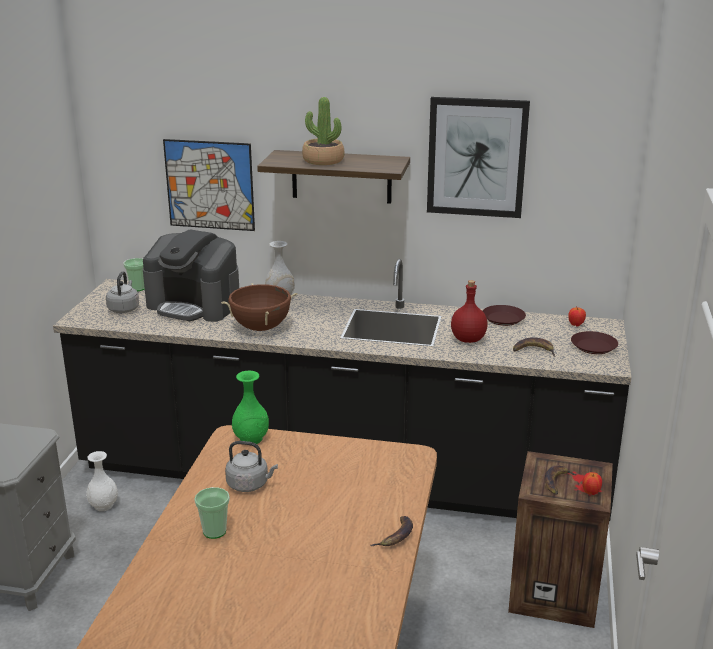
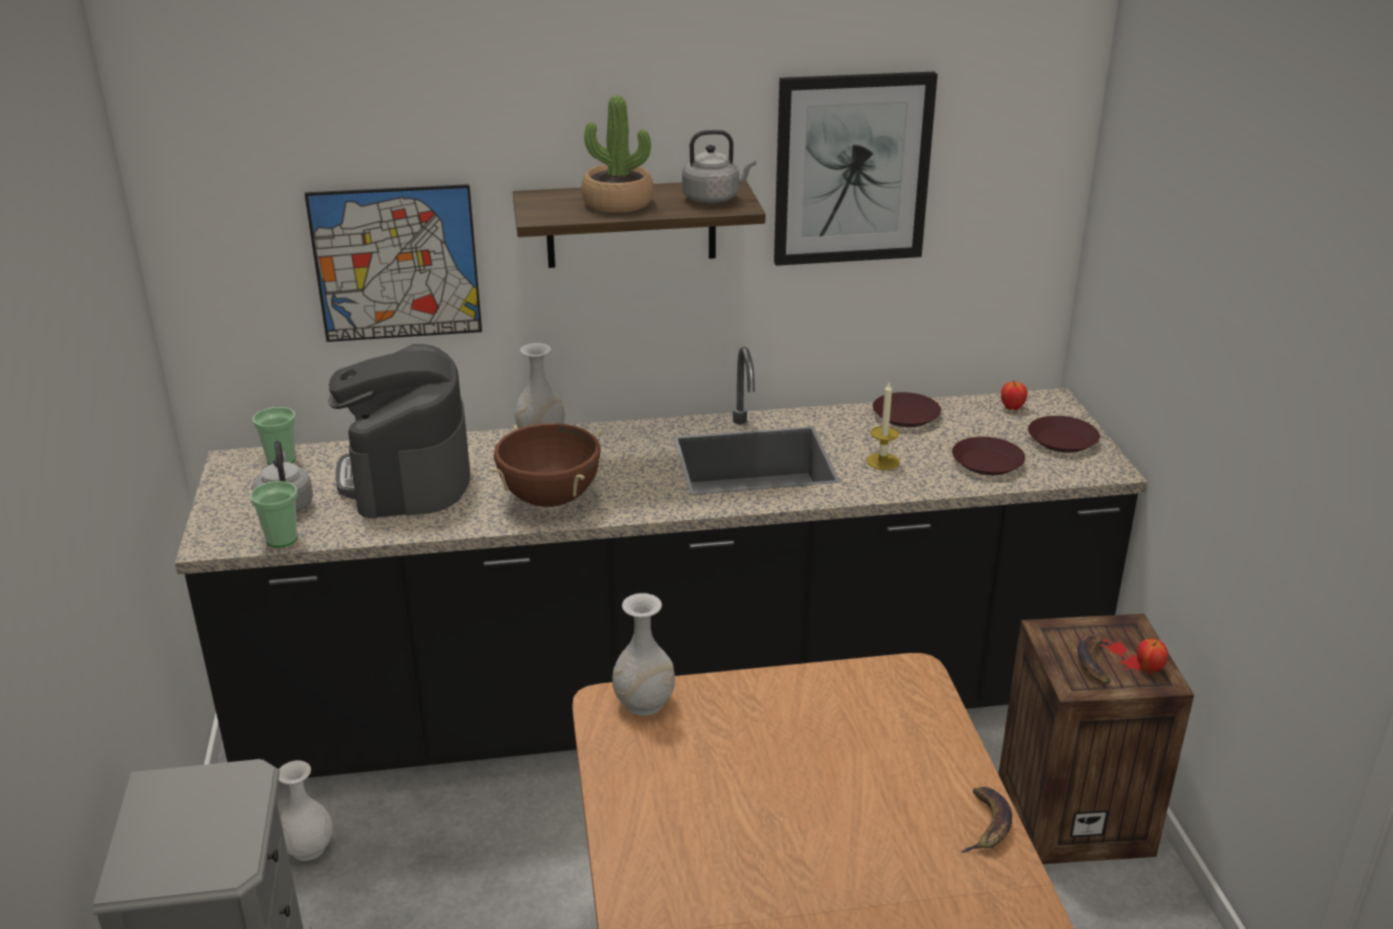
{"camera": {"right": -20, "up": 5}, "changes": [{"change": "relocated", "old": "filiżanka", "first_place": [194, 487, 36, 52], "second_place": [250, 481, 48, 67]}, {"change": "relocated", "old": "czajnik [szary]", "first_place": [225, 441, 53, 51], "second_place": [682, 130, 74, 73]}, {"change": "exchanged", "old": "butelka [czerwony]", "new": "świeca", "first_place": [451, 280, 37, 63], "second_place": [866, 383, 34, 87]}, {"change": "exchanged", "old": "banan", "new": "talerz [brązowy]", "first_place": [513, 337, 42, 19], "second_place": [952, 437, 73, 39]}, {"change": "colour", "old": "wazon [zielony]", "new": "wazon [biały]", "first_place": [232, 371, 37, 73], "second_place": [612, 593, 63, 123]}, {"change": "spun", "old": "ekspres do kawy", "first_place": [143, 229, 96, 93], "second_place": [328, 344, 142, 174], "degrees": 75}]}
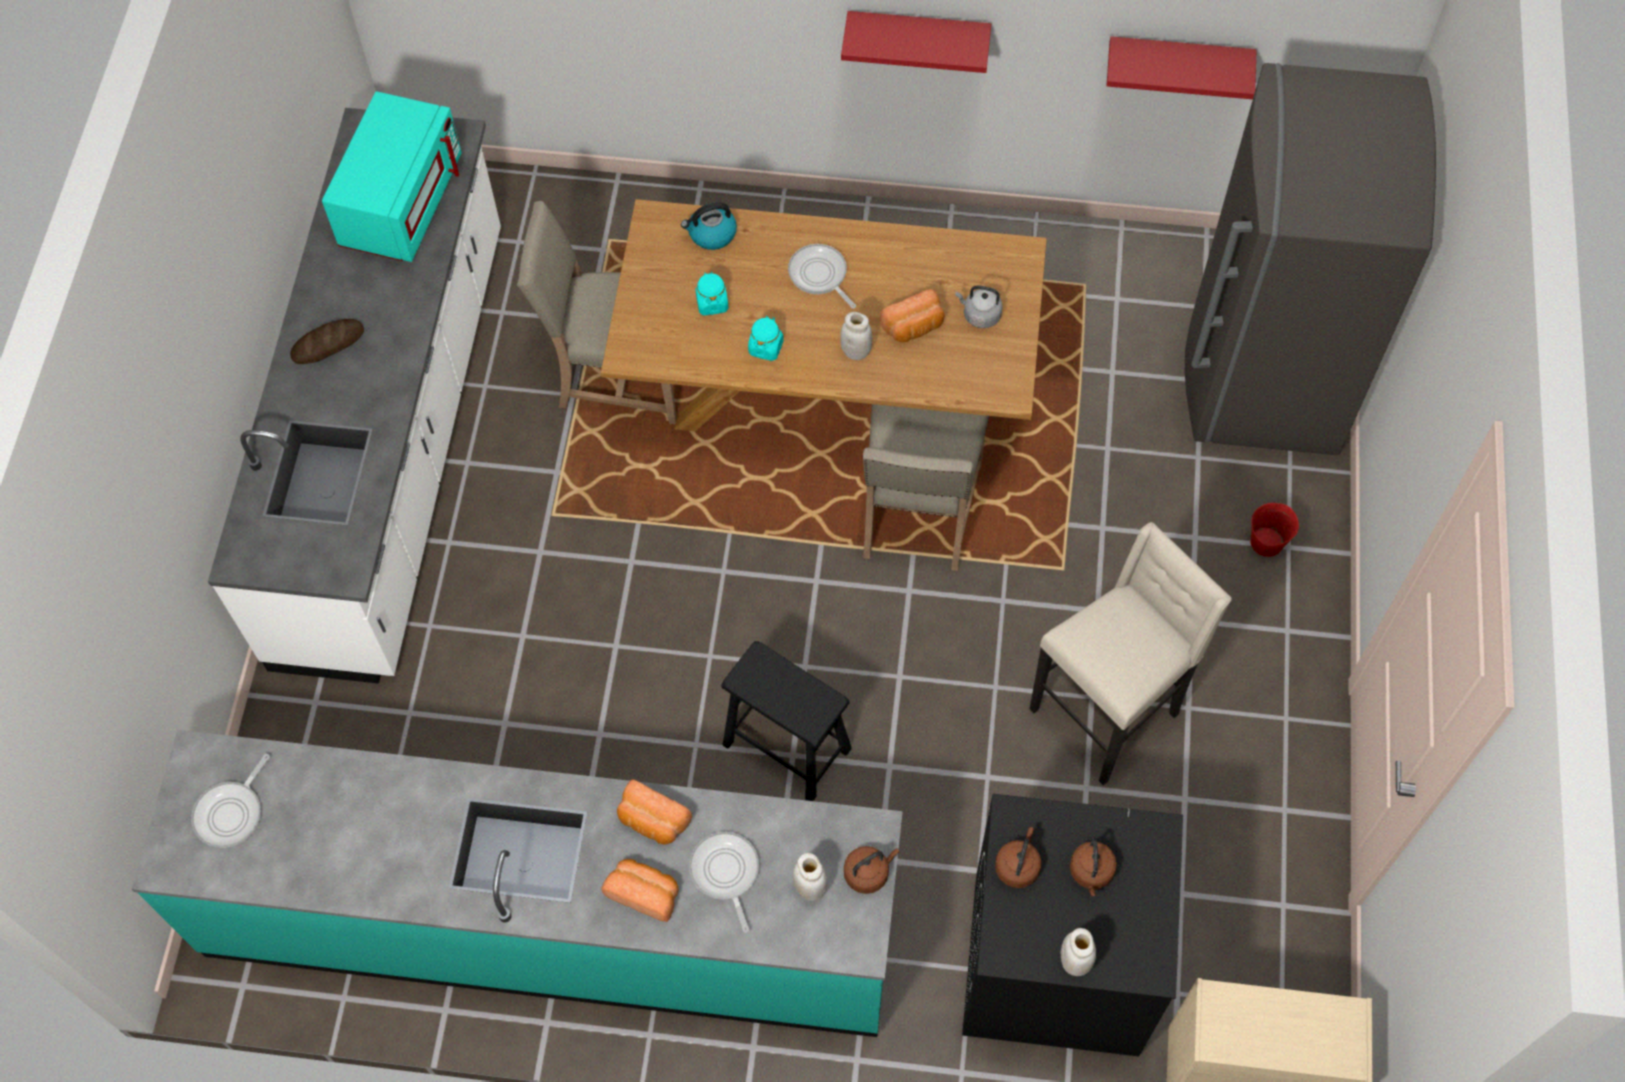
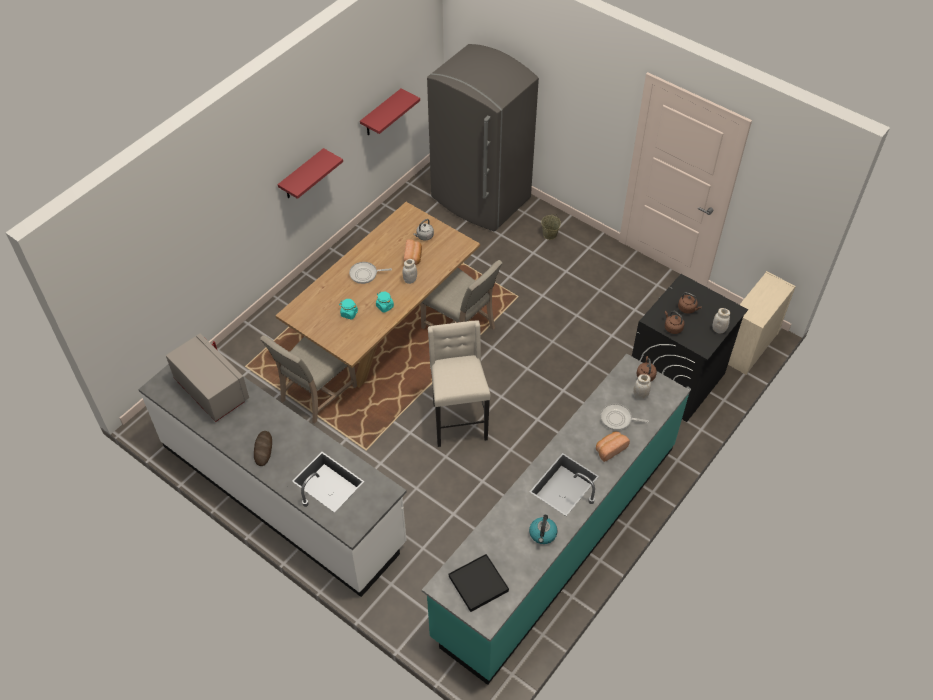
{"camera": {"right": -60, "up": -10}, "changes": [{"change": "missing", "old": "chleb", "first_place": [617, 780, 75, 65]}, {"change": "missing", "old": "stołek [czarny]", "first_place": [721, 641, 131, 160]}, {"change": "relocated", "old": "czajnik", "first_place": [681, 202, 56, 48], "second_place": [529, 514, 28, 30]}, {"change": "relocated", "old": "stołek [beżowy]", "first_place": [1030, 522, 202, 264], "second_place": [428, 320, 62, 127]}, {"change": "exchanged", "old": "patelnia", "new": "taca [czarny]", "first_place": [191, 754, 79, 94], "second_place": [449, 554, 60, 58]}, {"change": "colour", "old": "mikrofalówka [turkusowy]", "new": "mikrofalówka [szary]", "first_place": [322, 91, 140, 171], "second_place": [166, 333, 83, 89]}, {"change": "colour", "old": "wiadro [czerwony]", "new": "wiadro [beżowy]", "first_place": [1250, 503, 49, 54], "second_place": [541, 214, 20, 26]}]}
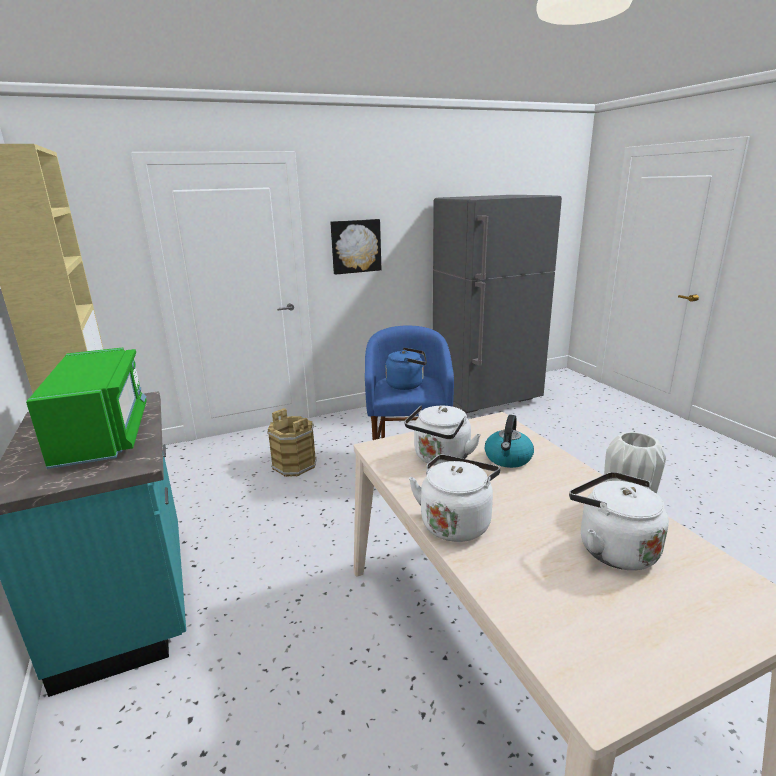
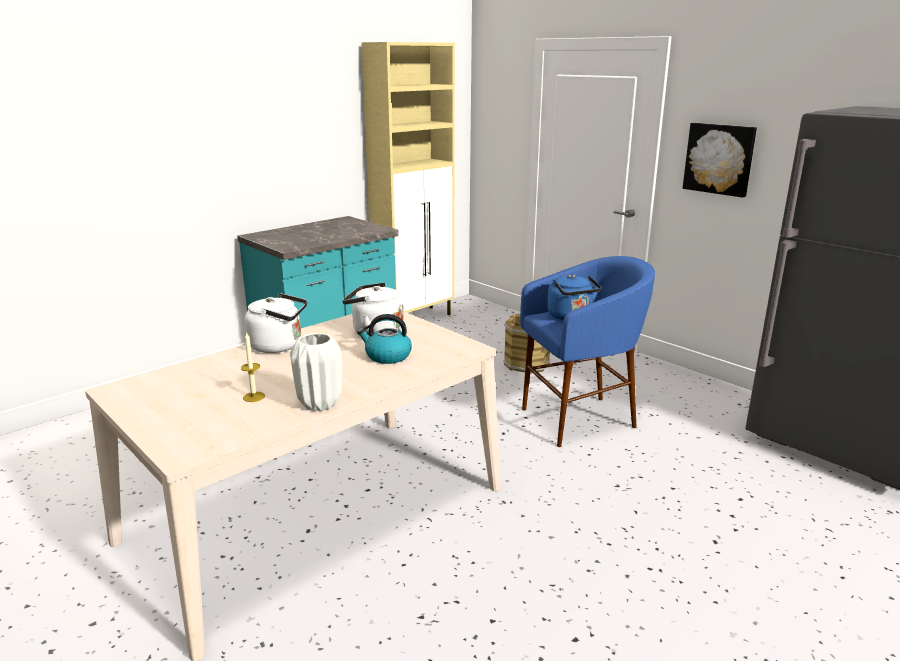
{"camera": {"right": 70, "up": 0}, "changes": [{"change": "missing", "old": "mikrofalówka [zielony]", "first_place": [26, 348, 121, 121]}, {"change": "exchanged", "old": "czajnik [biały]", "new": "świeca", "first_place": [569, 472, 100, 98], "second_place": [241, 332, 24, 70]}]}
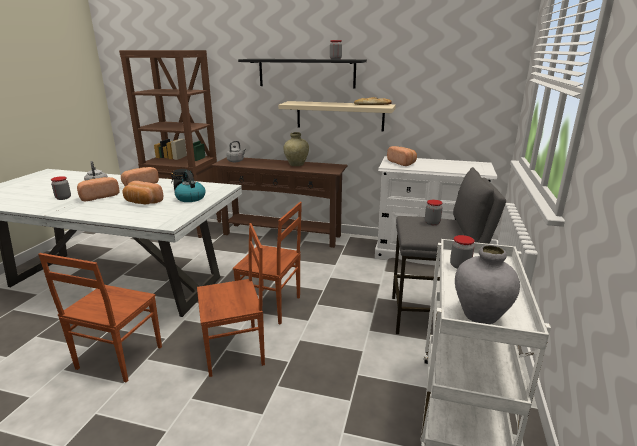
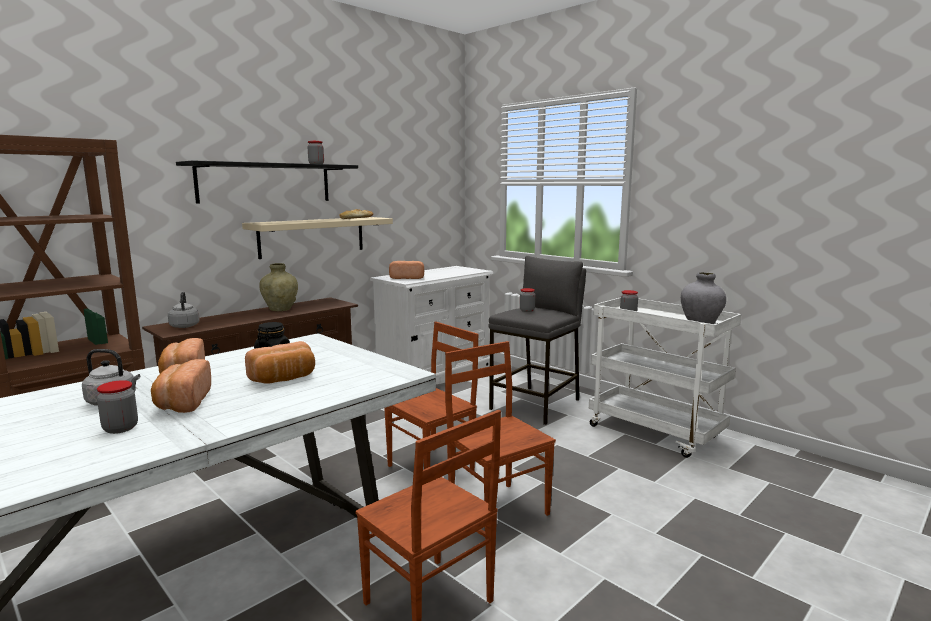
{"camera": {"right": -60, "up": -10}, "changes": [{"change": "missing", "old": "czajnik", "first_place": [174, 171, 31, 31]}, {"change": "spun", "old": "krzesło [brązowy]", "first_place": [197, 223, 68, 154], "second_place": [445, 341, 111, 175], "degrees": -45}]}
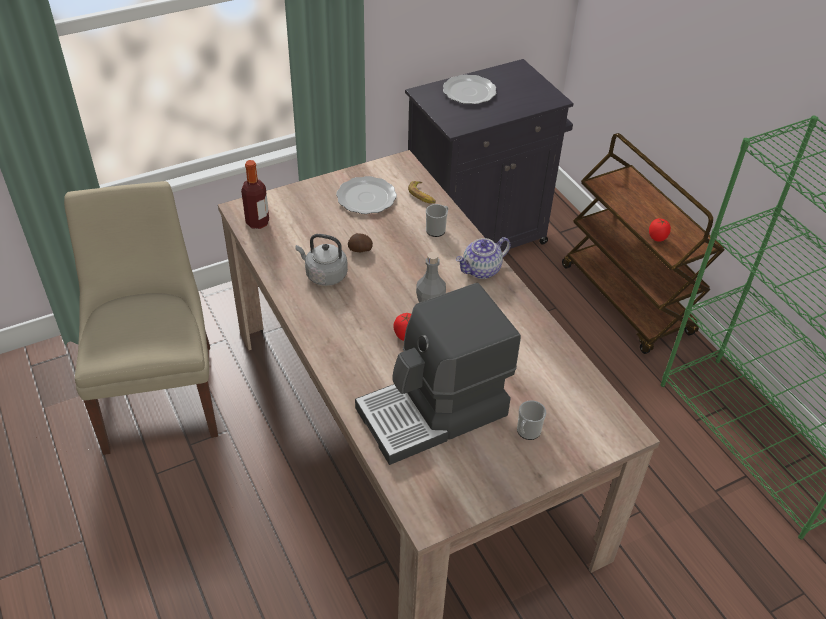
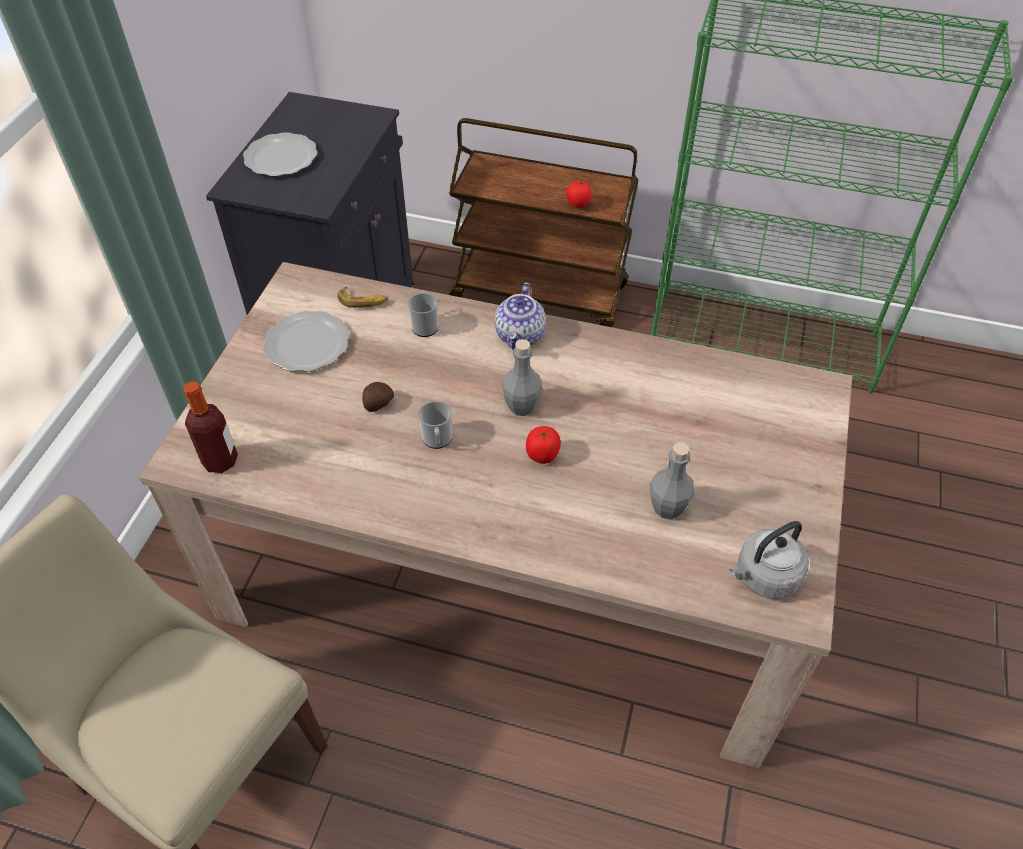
{"camera": {"right": -45, "up": 5}, "changes": [{"change": "relocated", "old": "czajnik [szary]", "first_place": [295, 234, 53, 52], "second_place": [729, 521, 80, 77]}, {"change": "relocated", "old": "kubek", "first_place": [517, 400, 29, 40], "second_place": [418, 401, 34, 48]}, {"change": "exchanged", "old": "ekspres do kawy", "new": "butelka [szary]", "first_place": [355, 283, 166, 182], "second_place": [650, 442, 45, 78]}]}
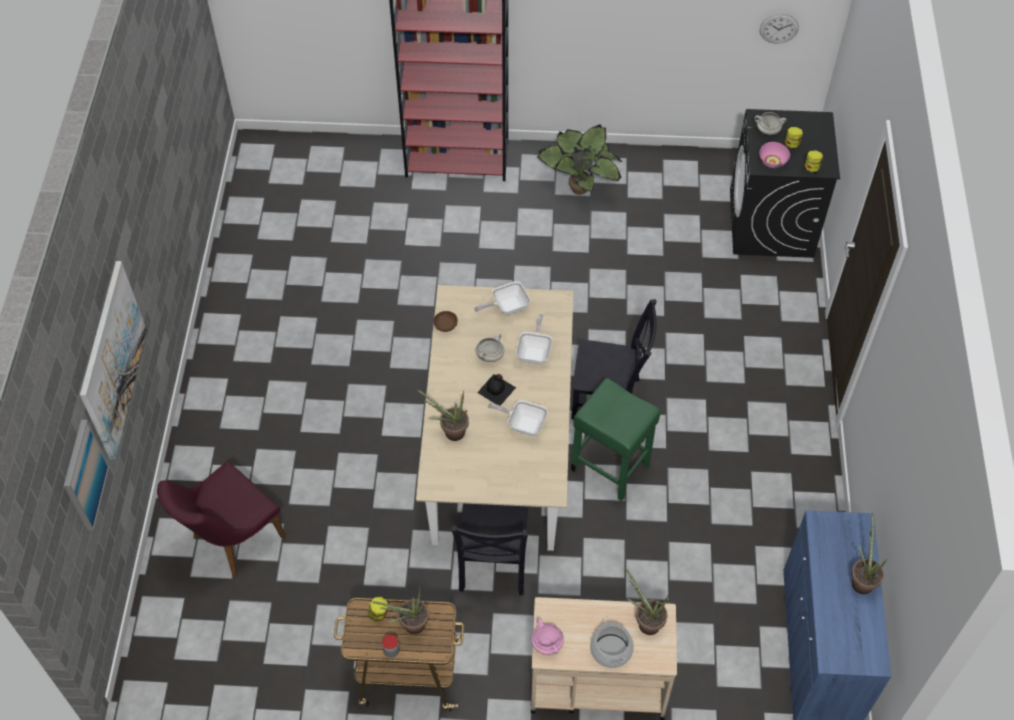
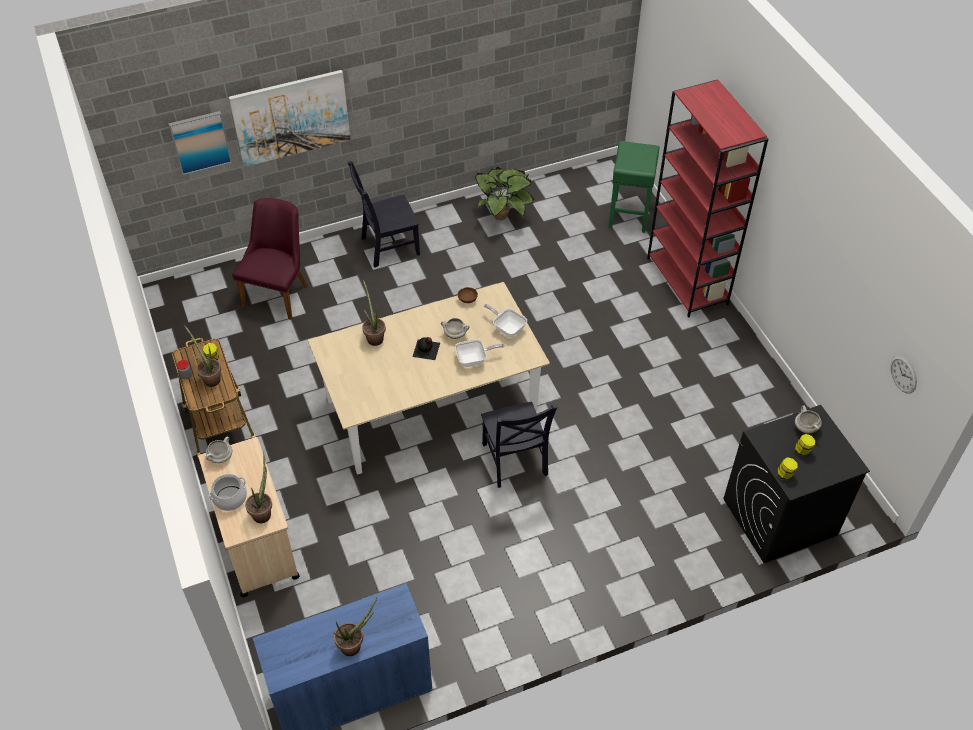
{"camera": {"right": 65, "up": -5}, "changes": [{"change": "missing", "old": "patelnia", "first_place": [488, 400, 60, 36]}, {"change": "missing", "old": "miska [różowy]", "first_place": [759, 142, 31, 26]}, {"change": "relocated", "old": "krzesło [czarny]", "first_place": [451, 504, 77, 92], "second_place": [348, 161, 72, 106]}, {"change": "relocated", "old": "roślina doniczkowa", "first_place": [537, 124, 85, 71], "second_place": [475, 167, 60, 53]}, {"change": "relocated", "old": "stołek [zielony]", "first_place": [571, 378, 90, 123], "second_place": [609, 141, 51, 92]}, {"change": "colour", "old": "garnek [różowy]", "new": "garnek [biały]", "first_place": [531, 619, 33, 36], "second_place": [205, 436, 27, 27]}, {"change": "spun", "old": "krzesło [fioletowy]", "first_place": [157, 461, 129, 115], "second_place": [232, 198, 75, 122], "degrees": 90}]}
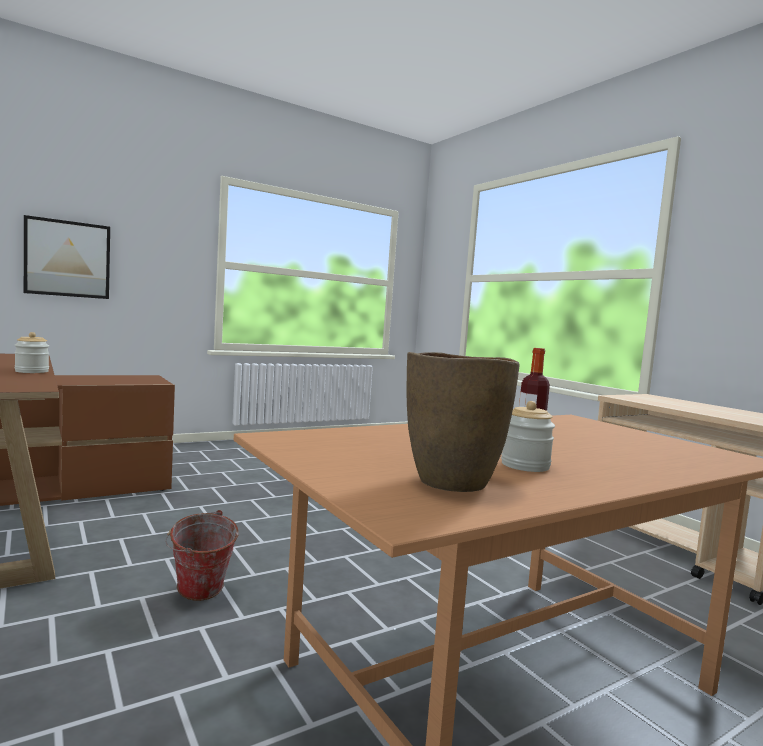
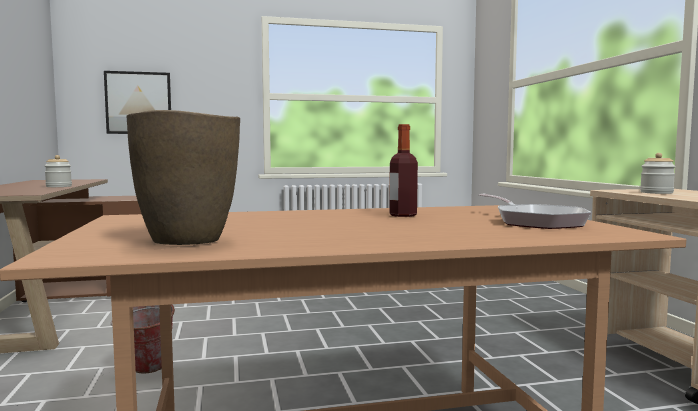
{"camera": {"right": 20, "up": 0}, "changes": [{"change": "appeared", "new": "patelnia", "second_place": [479, 194, 112, 35]}, {"change": "relocated", "old": "słoik", "first_place": [501, 401, 54, 71], "second_place": [640, 153, 36, 41]}]}
